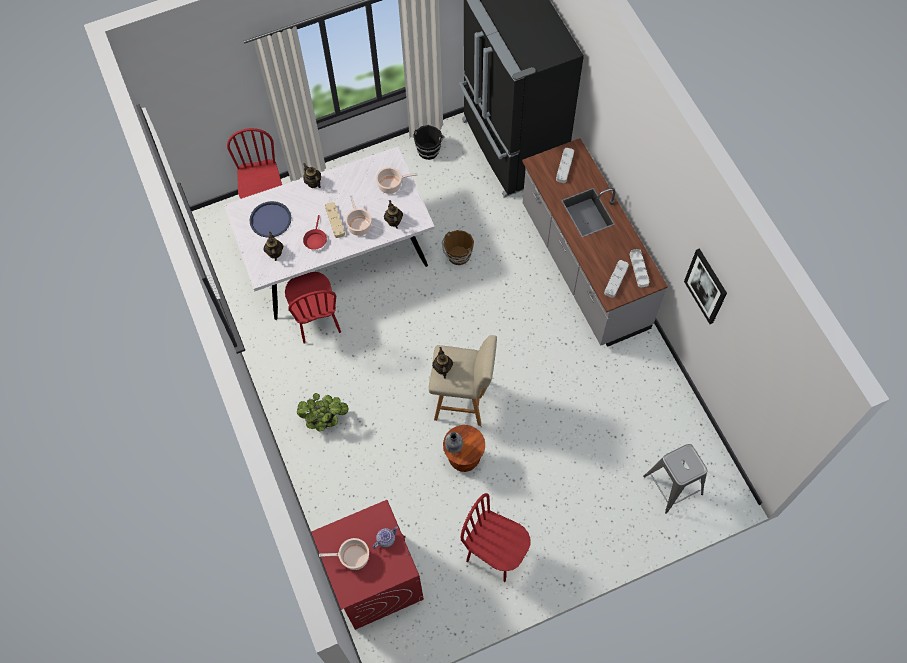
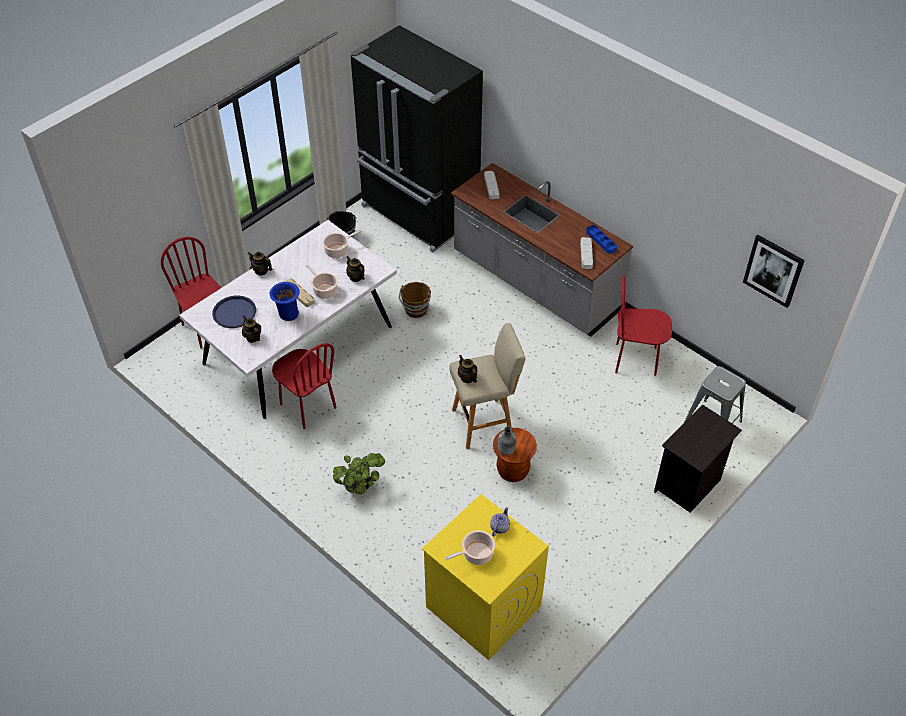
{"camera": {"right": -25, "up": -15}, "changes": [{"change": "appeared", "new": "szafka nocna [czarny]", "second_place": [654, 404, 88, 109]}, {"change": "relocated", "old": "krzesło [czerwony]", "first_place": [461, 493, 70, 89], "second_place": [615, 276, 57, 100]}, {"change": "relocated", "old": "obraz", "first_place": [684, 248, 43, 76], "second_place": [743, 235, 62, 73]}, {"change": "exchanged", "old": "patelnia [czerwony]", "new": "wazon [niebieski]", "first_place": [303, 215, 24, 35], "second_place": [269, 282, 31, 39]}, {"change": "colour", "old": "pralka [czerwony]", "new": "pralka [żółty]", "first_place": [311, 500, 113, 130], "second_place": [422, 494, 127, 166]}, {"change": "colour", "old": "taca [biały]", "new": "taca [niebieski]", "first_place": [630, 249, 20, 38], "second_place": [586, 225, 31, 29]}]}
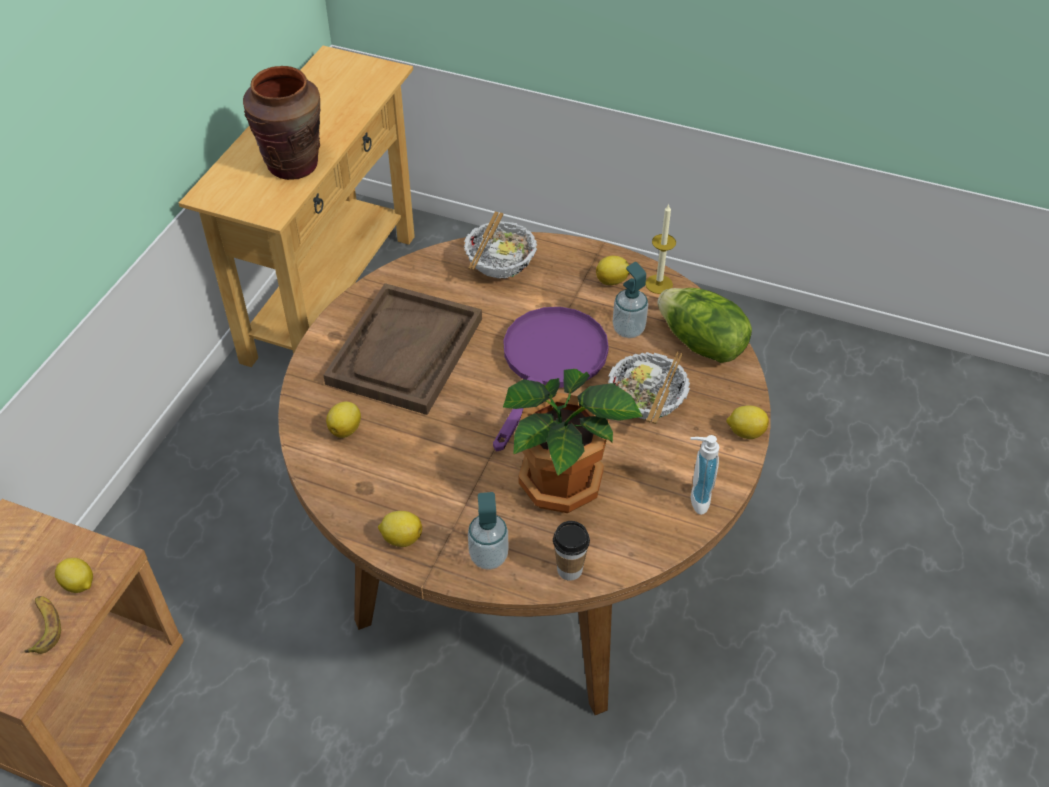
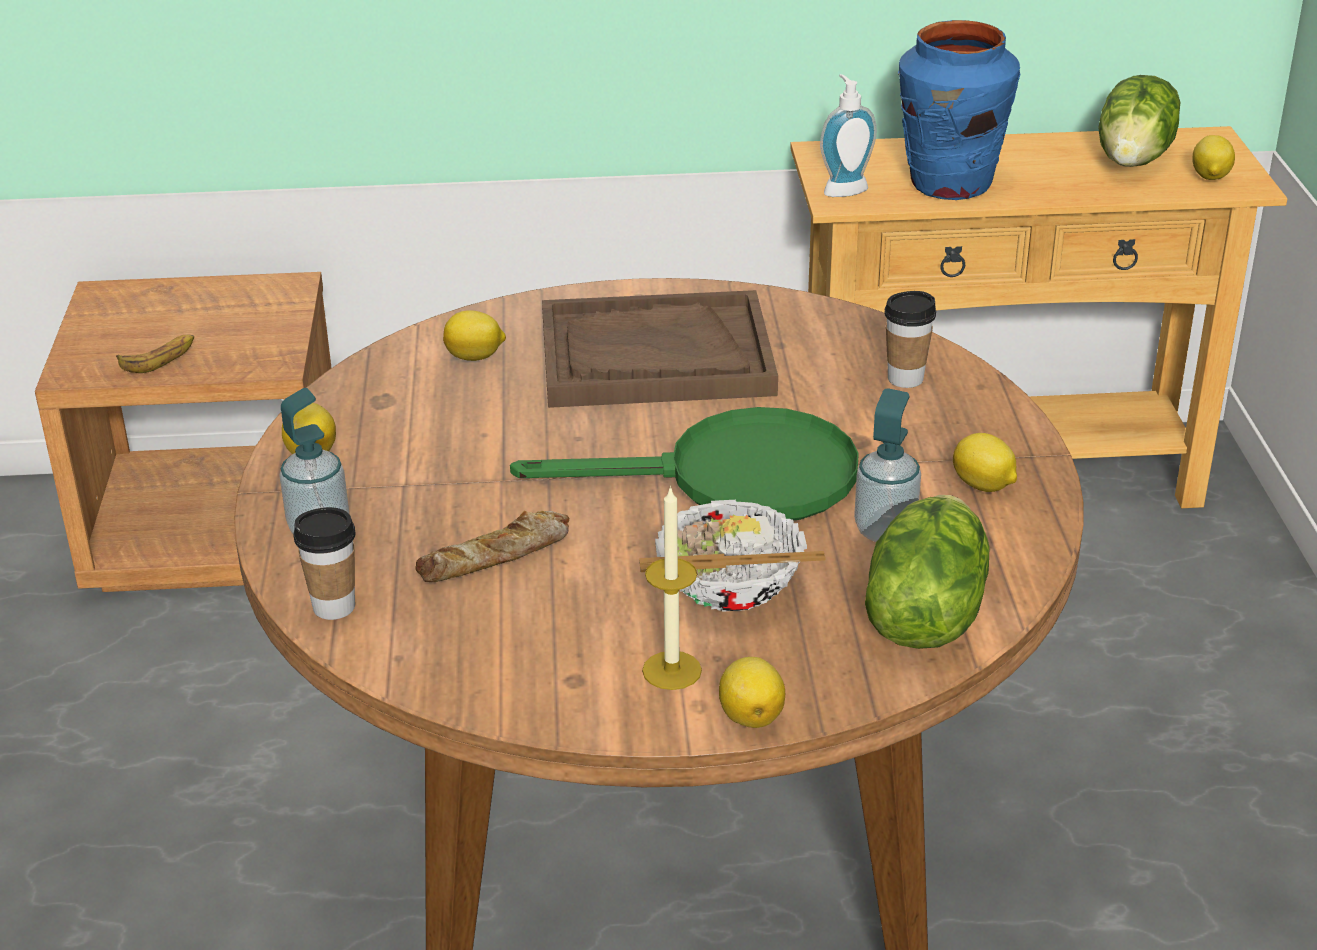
{"camera": {"right": 65, "up": -15}, "changes": [{"change": "appeared", "new": "sałata", "second_place": [1099, 75, 82, 92]}, {"change": "relocated", "old": "cytryna", "first_place": [55, 558, 38, 35], "second_place": [1193, 135, 42, 45]}, {"change": "relocated", "old": "świeca", "first_place": [645, 204, 31, 90], "second_place": [642, 486, 60, 204]}, {"change": "relocated", "old": "dozownik mydła", "first_place": [690, 435, 29, 80], "second_place": [820, 74, 57, 123]}, {"change": "exchanged", "old": "miska", "new": "filiżanka", "first_place": [464, 212, 73, 66], "second_place": [884, 291, 52, 97]}, {"change": "exchanged", "old": "roślina doniczkowa", "new": "chleb", "first_place": [503, 369, 140, 144], "second_place": [415, 511, 154, 71]}, {"change": "colour", "old": "wazon [brązowy]", "new": "wazon [niebieski]", "first_place": [243, 66, 78, 114], "second_place": [898, 20, 122, 180]}, {"change": "colour", "old": "patelnia [fioletowy]", "new": "patelnia [zielony]", "first_place": [493, 307, 116, 144], "second_place": [510, 407, 349, 113]}]}
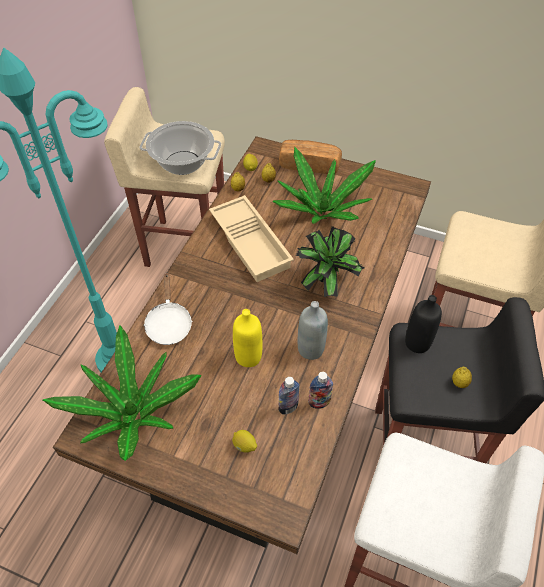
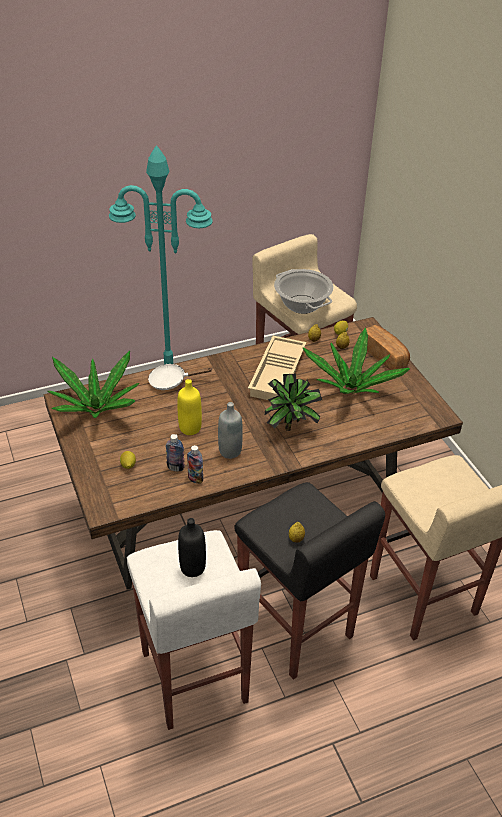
{"camera": {"right": 45, "up": -10}, "changes": [{"change": "relocated", "old": "butelka [czarny]", "first_place": [405, 295, 37, 58], "second_place": [178, 518, 28, 59]}, {"change": "spun", "old": "patelnia [biały]", "first_place": [143, 273, 49, 72], "second_place": [148, 364, 64, 26], "degrees": 45}]}
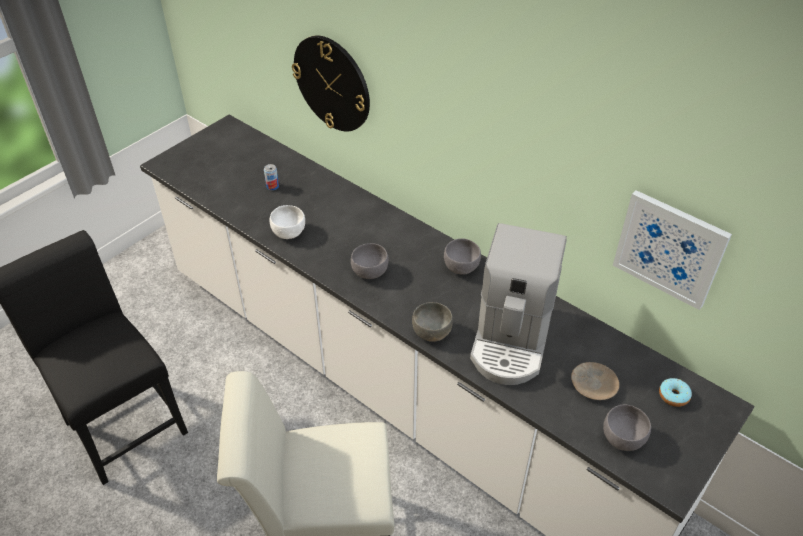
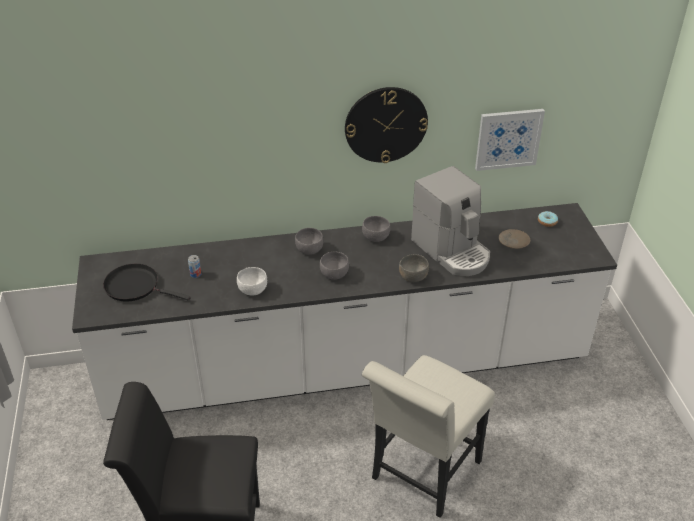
{"camera": {"right": -50, "up": -5}, "changes": [{"change": "appeared", "new": "patelnia [czarny]", "second_place": [103, 263, 88, 39]}, {"change": "relocated", "old": "zegar ścienny", "first_place": [292, 35, 78, 96], "second_place": [345, 87, 83, 76]}, {"change": "relocated", "old": "miska [szary]", "first_place": [603, 405, 48, 46], "second_place": [295, 228, 29, 27]}]}
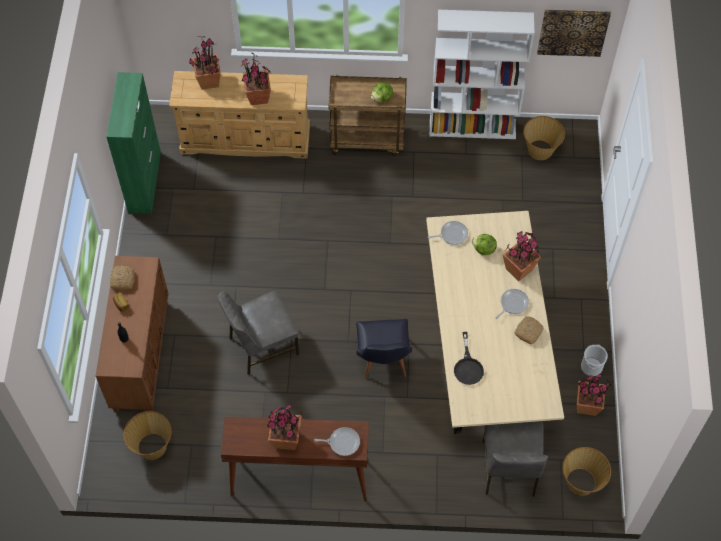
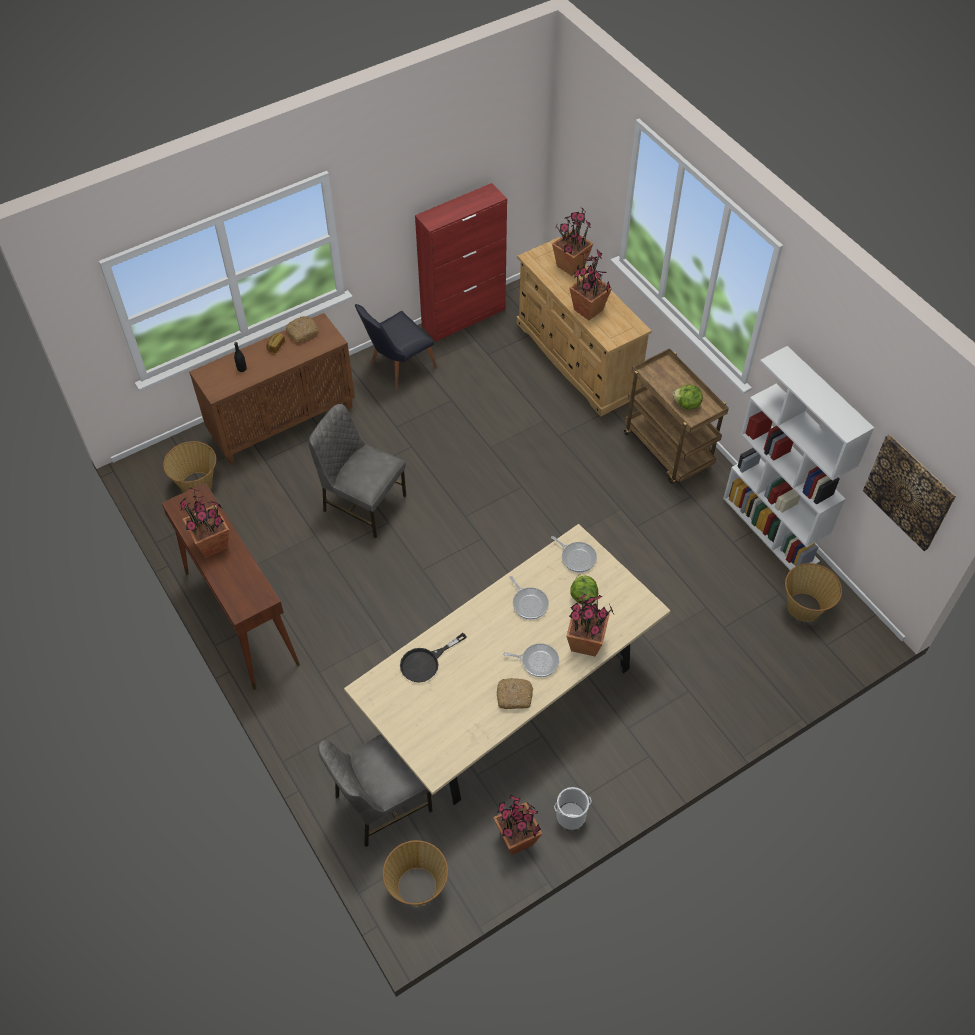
{"camera": {"right": 55, "up": -5}, "changes": [{"change": "relocated", "old": "patelnia", "first_place": [314, 427, 46, 29], "second_place": [509, 576, 40, 43]}, {"change": "relocated", "old": "krzesło [czarny]", "first_place": [356, 319, 56, 60], "second_place": [355, 304, 82, 86]}, {"change": "colour", "old": "szafka [zielony]", "new": "szafka [czerwony]", "first_place": [106, 72, 55, 142], "second_place": [415, 183, 92, 159]}]}
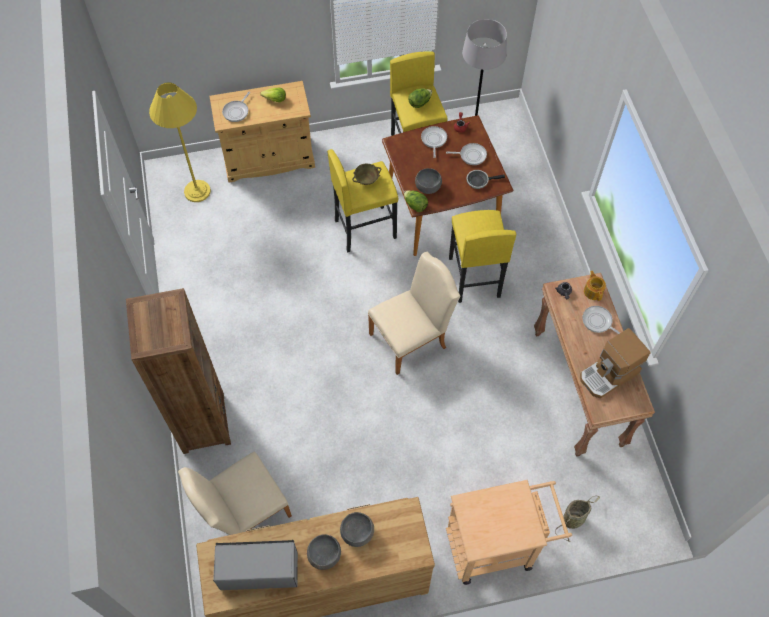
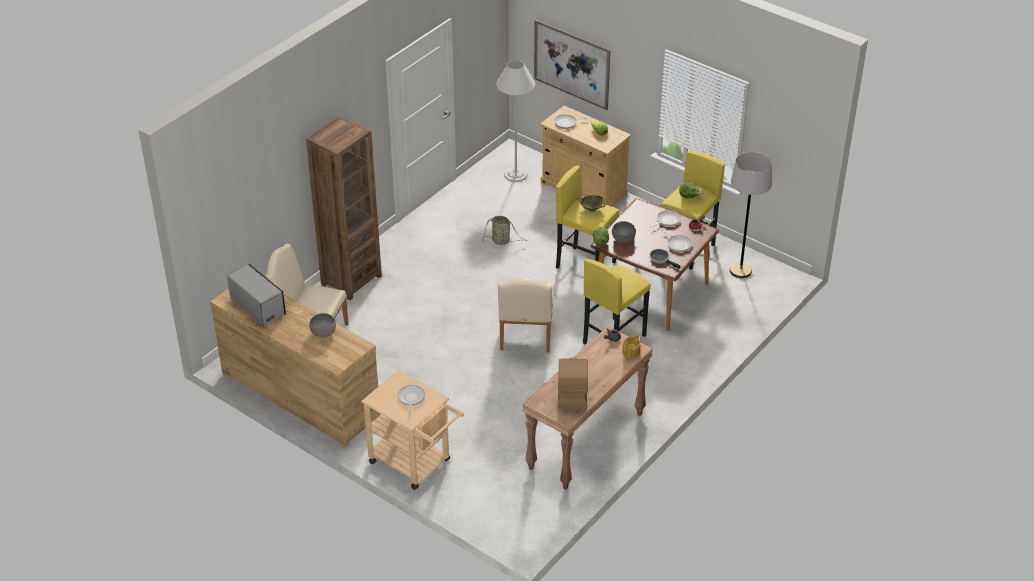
{"camera": {"right": 50, "up": -20}, "changes": [{"change": "missing", "old": "miska [szary]", "first_place": [307, 534, 34, 36]}, {"change": "appeared", "new": "obraz", "second_place": [534, 20, 77, 90]}, {"change": "relocated", "old": "koszyk", "first_place": [555, 496, 45, 46], "second_place": [482, 216, 45, 29]}, {"change": "relocated", "old": "patelnia", "first_place": [582, 306, 38, 28], "second_place": [398, 385, 27, 30]}, {"change": "colour", "old": "lampa stojąca [żółty]", "new": "lampa stojąca [biały]", "first_place": [149, 83, 62, 119], "second_place": [496, 60, 39, 122]}, {"change": "spun", "old": "krzesło [beżowy]", "first_place": [368, 252, 92, 123], "second_place": [498, 278, 56, 74], "degrees": 75}, {"change": "spun", "old": "ekspres do kawy", "first_place": [580, 328, 71, 71], "second_place": [558, 357, 30, 52], "degrees": 75}]}
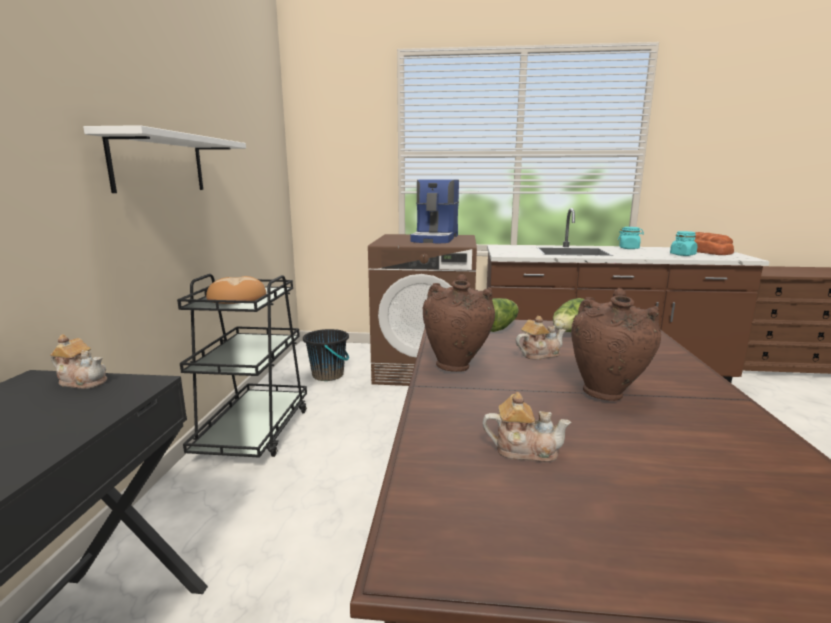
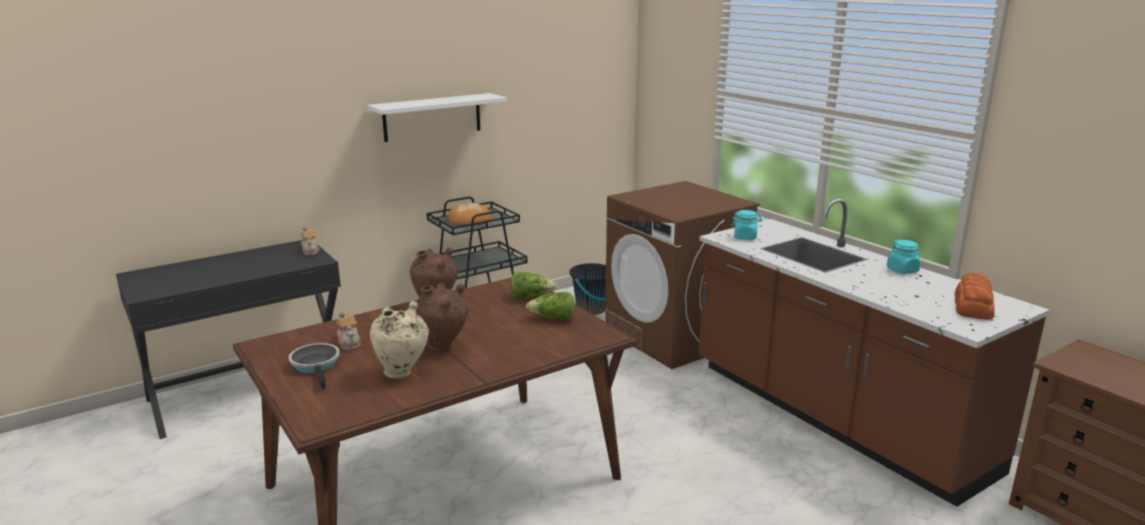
{"camera": {"right": 50, "up": 5}, "changes": [{"change": "missing", "old": "ekspres do kawy", "first_place": [410, 179, 49, 64]}, {"change": "missing", "old": "imbryk", "first_place": [516, 316, 49, 44]}, {"change": "appeared", "new": "patelnia", "second_place": [289, 343, 51, 46]}, {"change": "appeared", "new": "wazon [beżowy]", "second_place": [370, 301, 59, 78]}, {"change": "relocated", "old": "słoik [turkusowy]", "first_place": [670, 231, 27, 25], "second_place": [731, 210, 31, 30]}]}
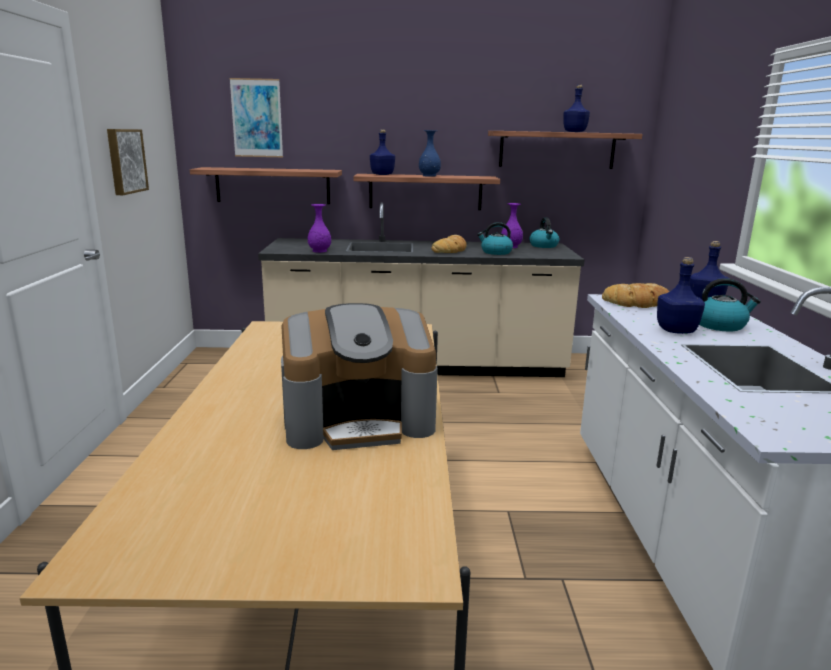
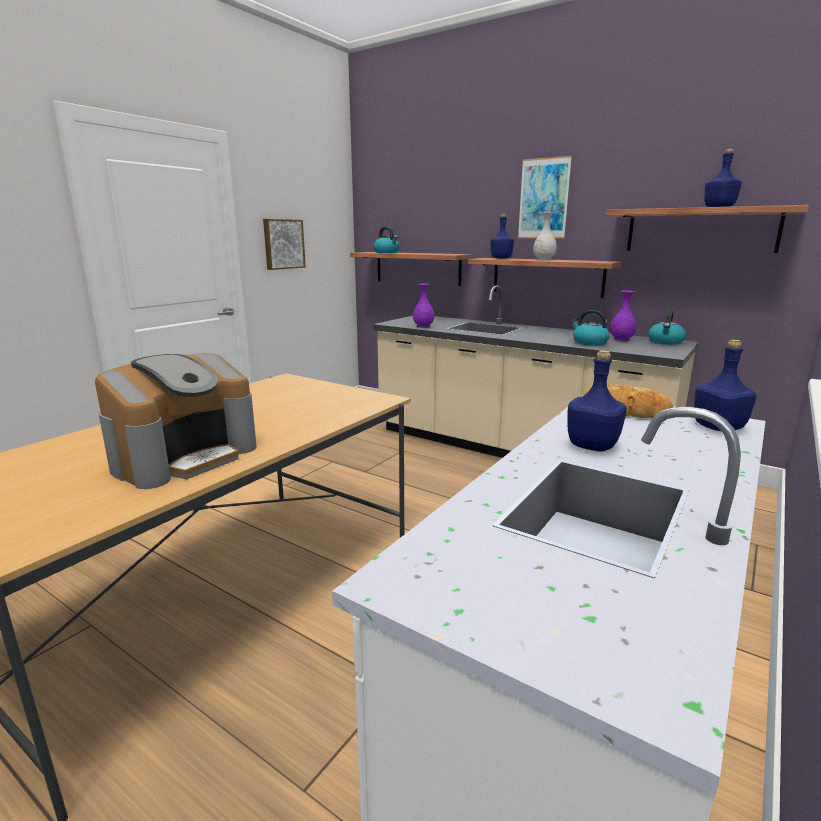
{"camera": {"right": 35, "up": 0}, "changes": [{"change": "missing", "old": "chleb", "first_place": [431, 235, 36, 18]}, {"change": "relocated", "old": "obraz", "first_place": [229, 78, 54, 79], "second_place": [518, 156, 54, 83]}, {"change": "relocated", "old": "czajnik", "first_place": [699, 278, 62, 54], "second_place": [373, 227, 26, 26]}, {"change": "colour", "old": "wazon [niebieski]", "new": "wazon [biały]", "first_place": [419, 130, 22, 47], "second_place": [533, 212, 24, 48]}, {"change": "spun", "old": "ekspres do kawy", "first_place": [281, 303, 157, 147], "second_place": [95, 353, 162, 136], "degrees": -75}]}
